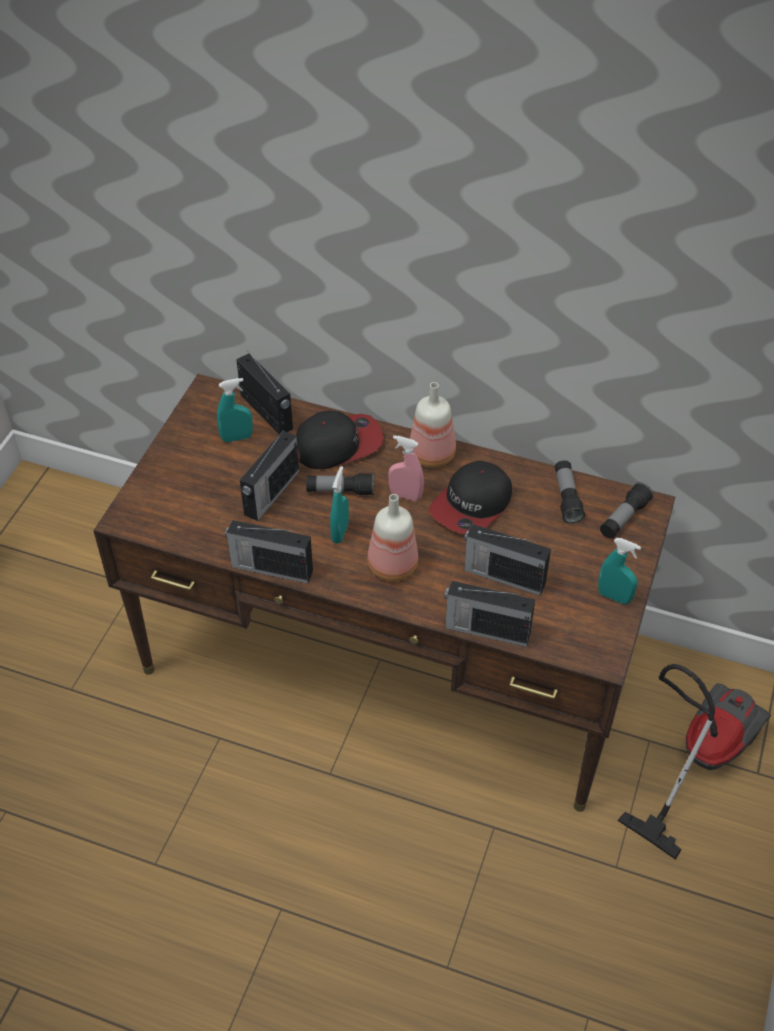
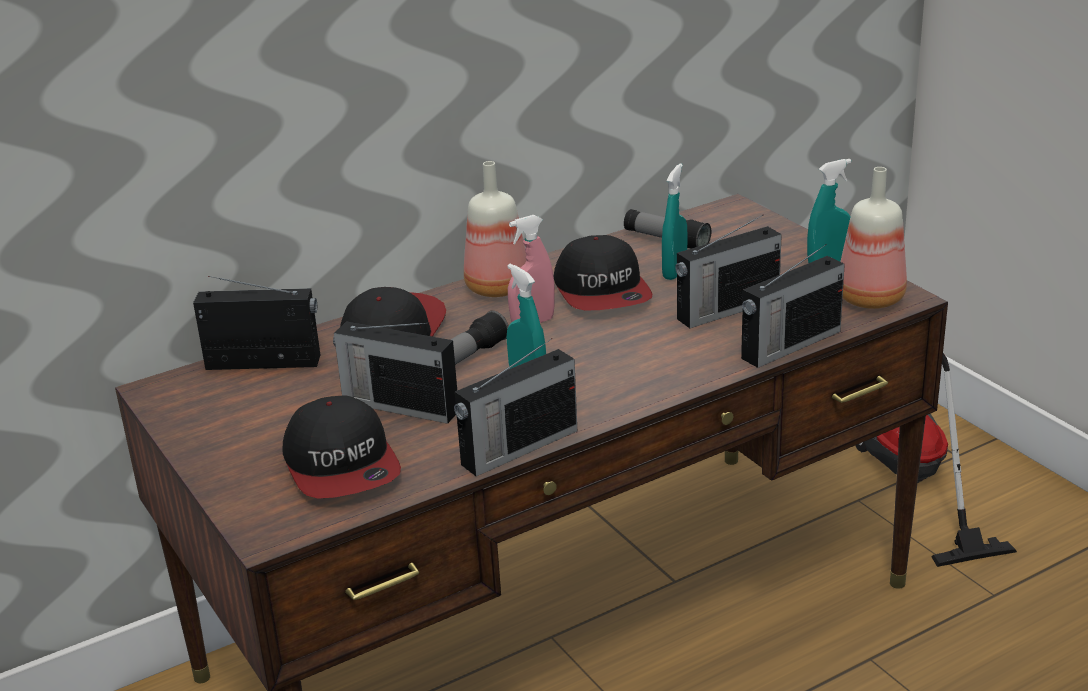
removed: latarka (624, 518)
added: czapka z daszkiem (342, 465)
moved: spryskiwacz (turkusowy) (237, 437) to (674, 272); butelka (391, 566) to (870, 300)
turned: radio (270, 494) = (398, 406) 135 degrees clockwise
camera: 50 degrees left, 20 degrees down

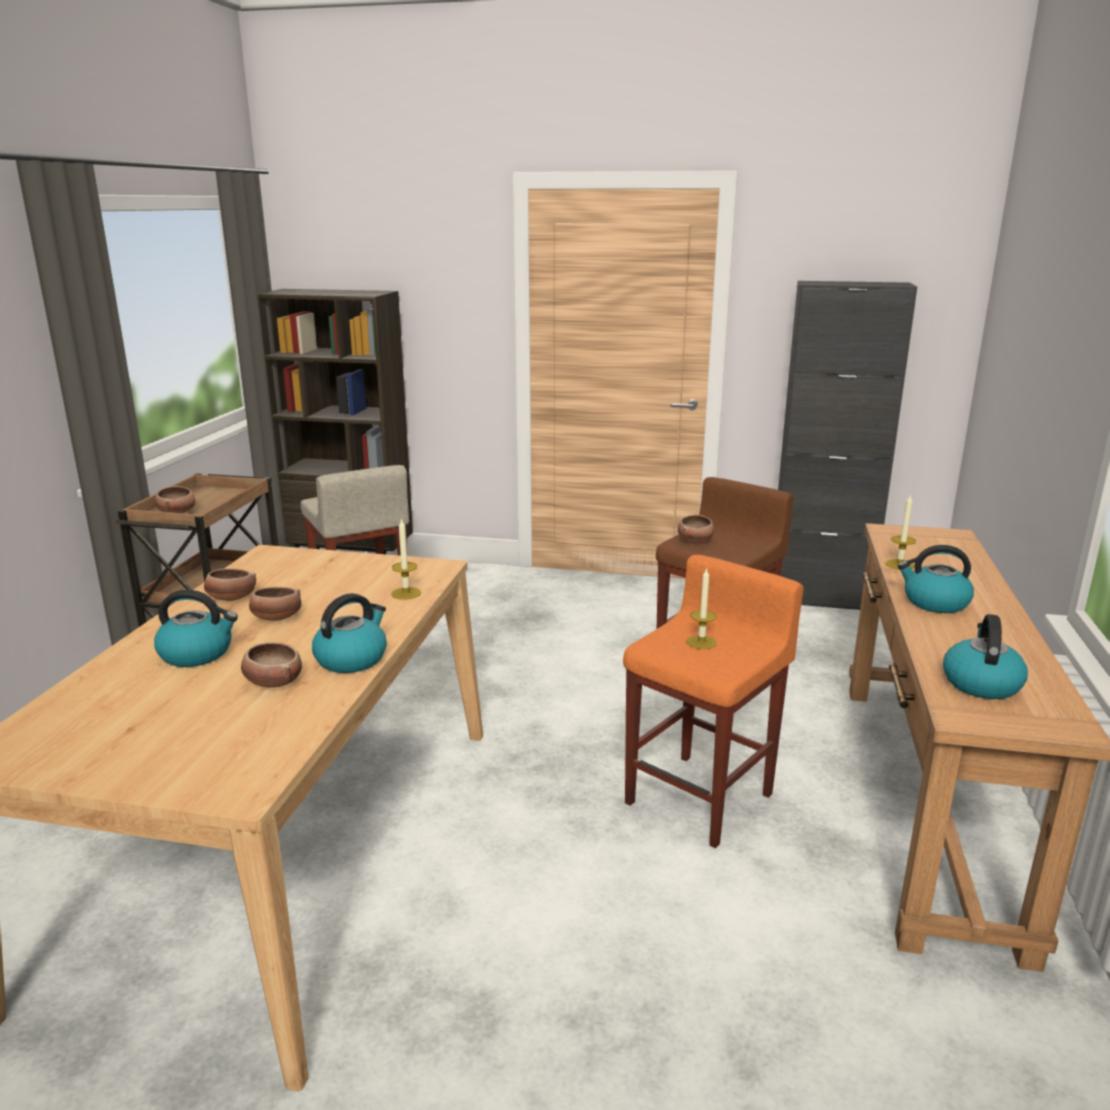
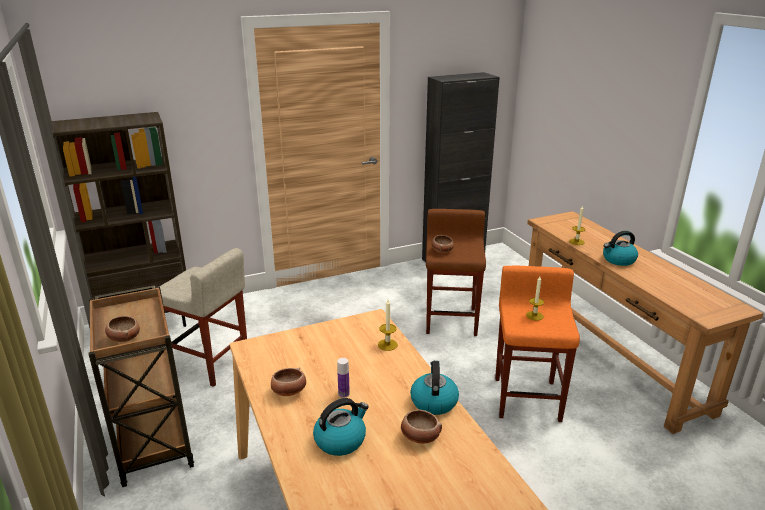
removed: czajnik (980, 683)
replaced: miska (276, 618) to butelka (344, 394)
camera: 35 degrees left, 5 degrees up

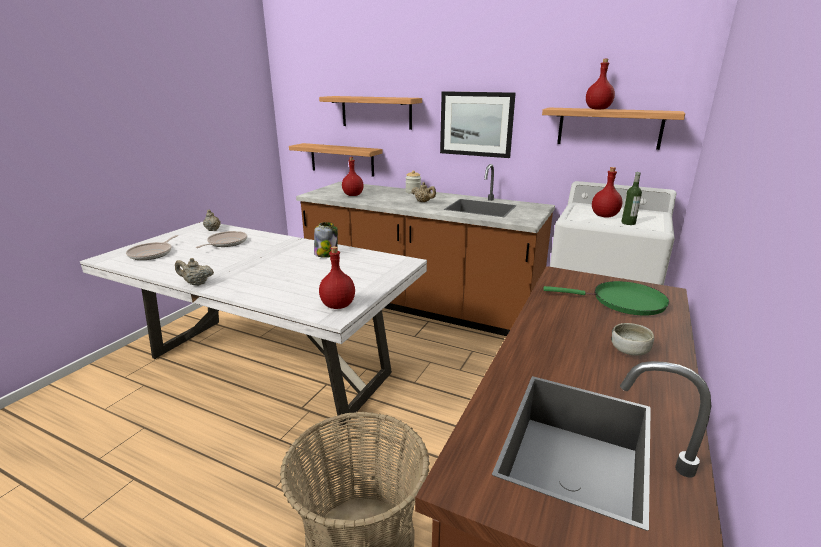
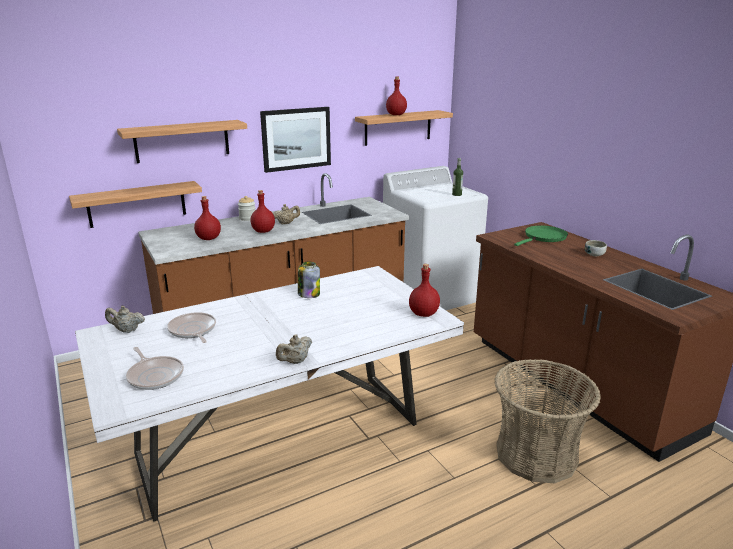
moved: butelka (czerwony) (604, 216) to (263, 231)
camera: 55 degrees left, 0 degrees up

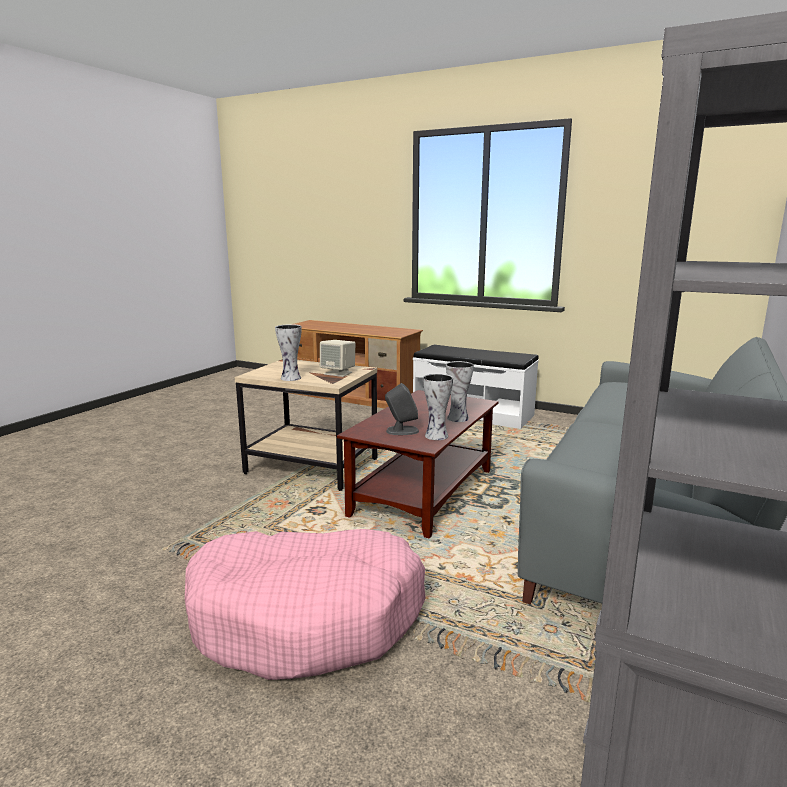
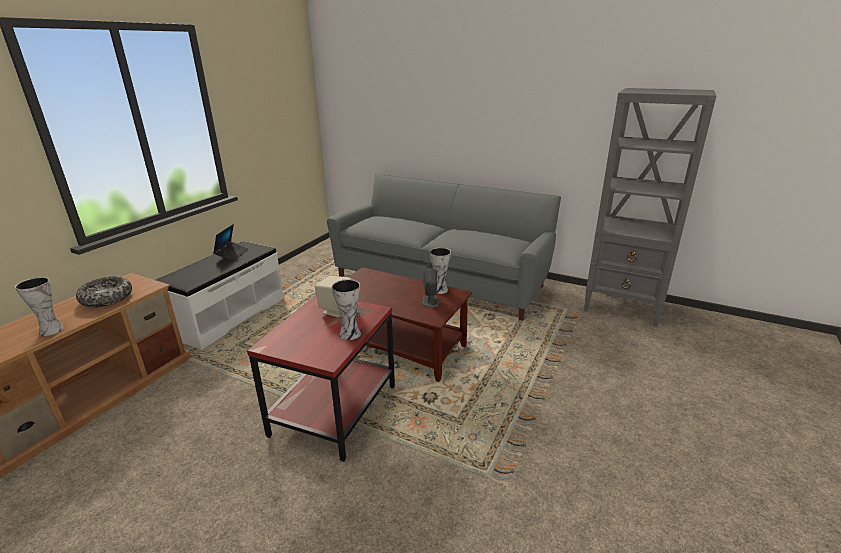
removed: legowisko (różowy) (307, 617)
added: miska (107, 298); laptop (232, 254)
moved: wazon (457, 418) to (51, 330)
recoloured: stolik (beżowy) (311, 467) to stolik (czerwony) (335, 411)
camera: 90 degrees left, 10 degrees up

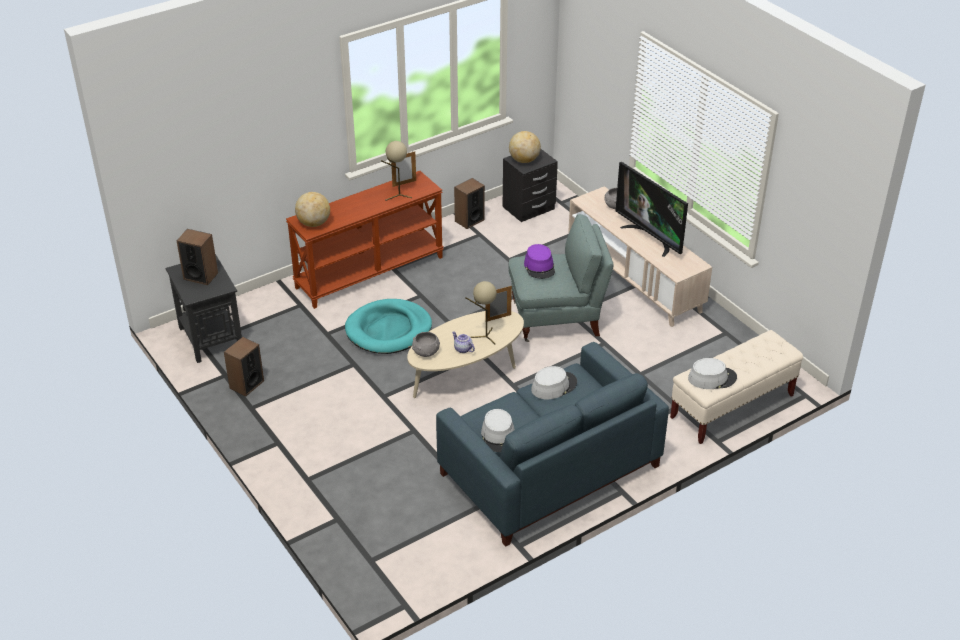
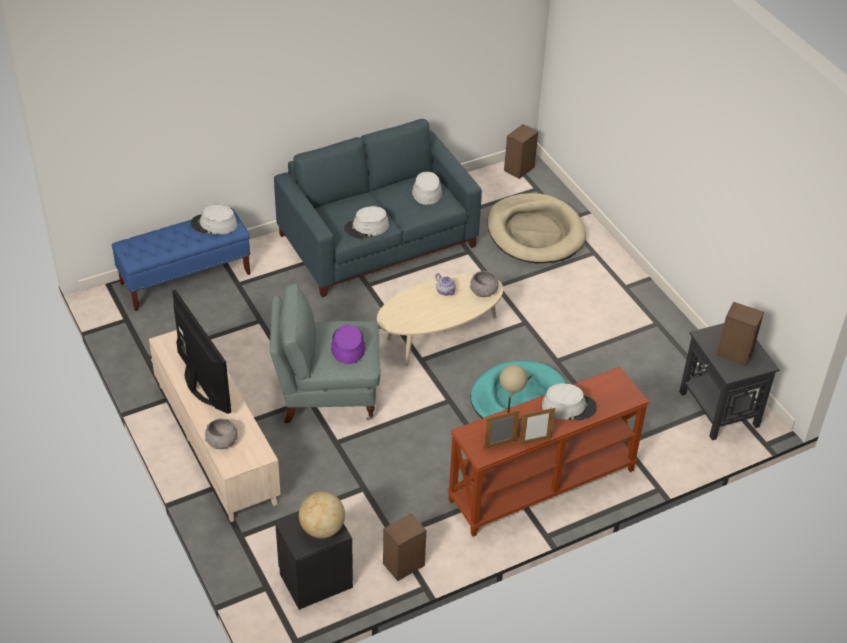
removed: globus (314, 223); lampa stołowa (beżowy) (483, 337)
added: legowisko (beżowy) (535, 233); kapelusz (szary) (568, 406)
moved: głośnik (246, 384) to (519, 169); ramka na zdjęcie (498, 318) to (535, 441)
recoloured: ławka (beżowy) (732, 407) to ławka (niebieski) (186, 279)
camera: 175 degrees left, 5 degrees up

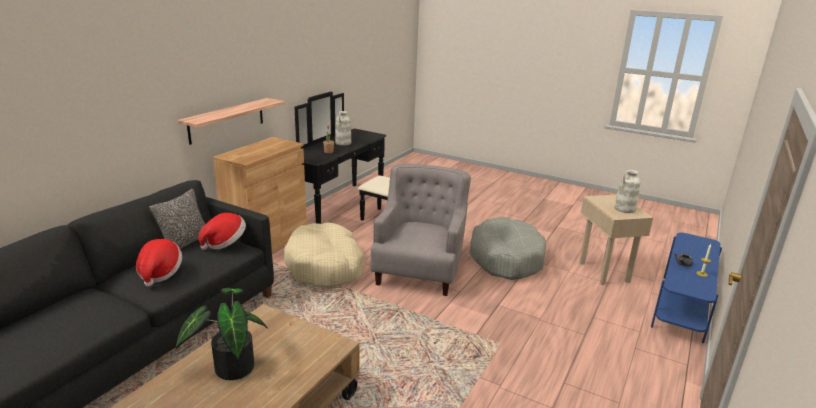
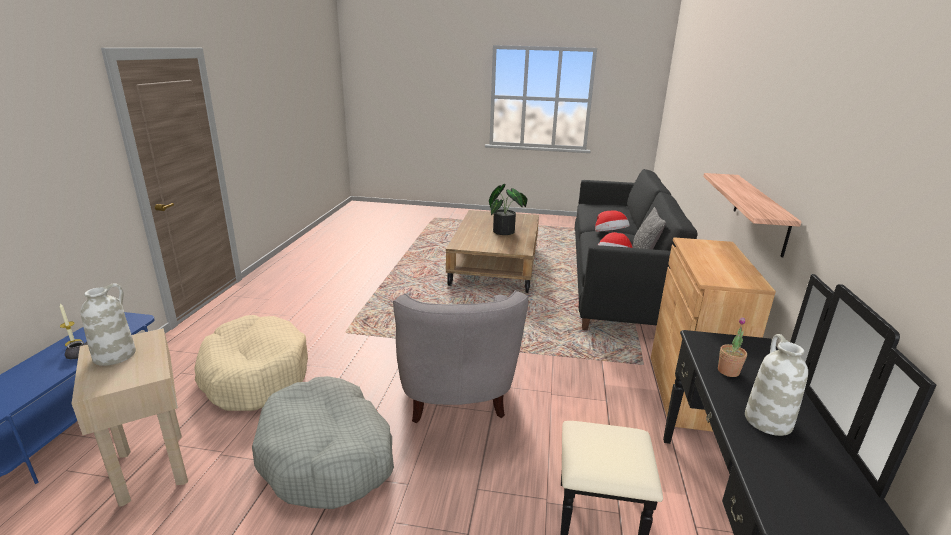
moved: legowisko (beżowy) (325, 266) to (254, 375)
camera: 160 degrees right, 0 degrees up

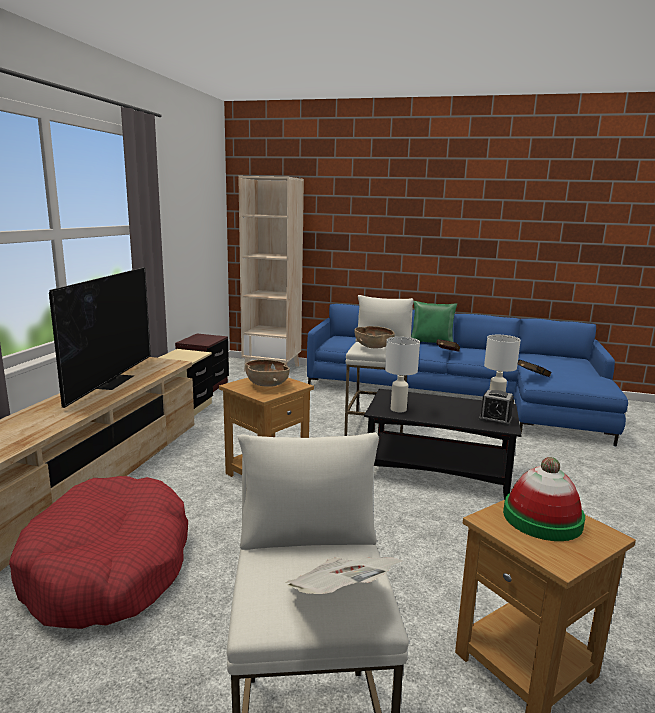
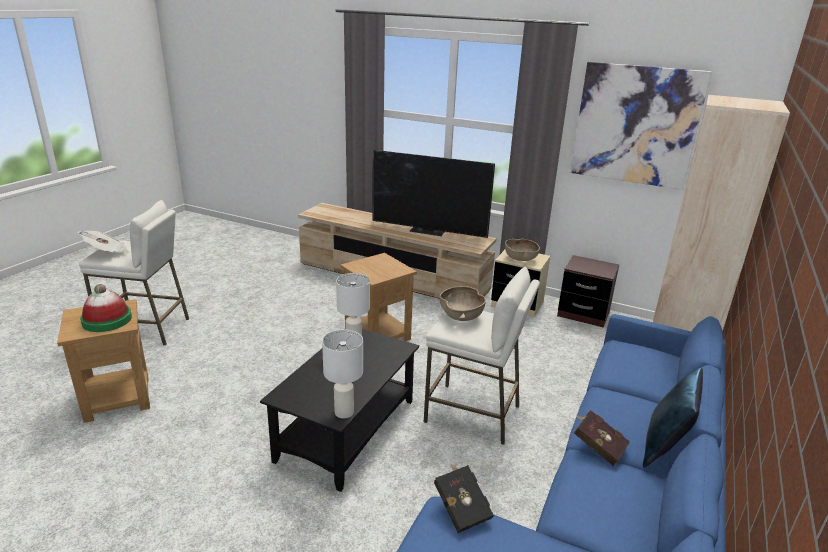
removed: legowisko (czerwony) (109, 568); budzik (495, 419)
added: obraz (635, 125)
moved: miska (brązowy) (266, 385) to (520, 259)
recoloured: poduszka (zielony) (431, 343) to poduszka (niebieski) (664, 447)
camera: 100 degrees right, 10 degrees up

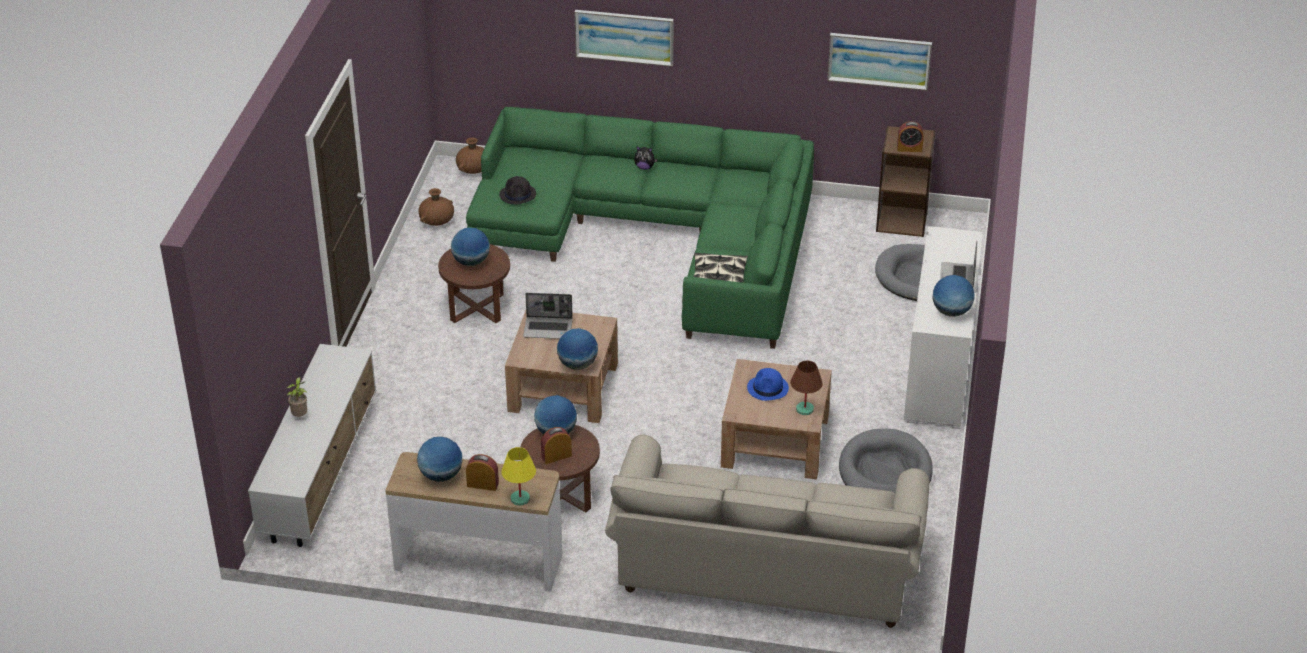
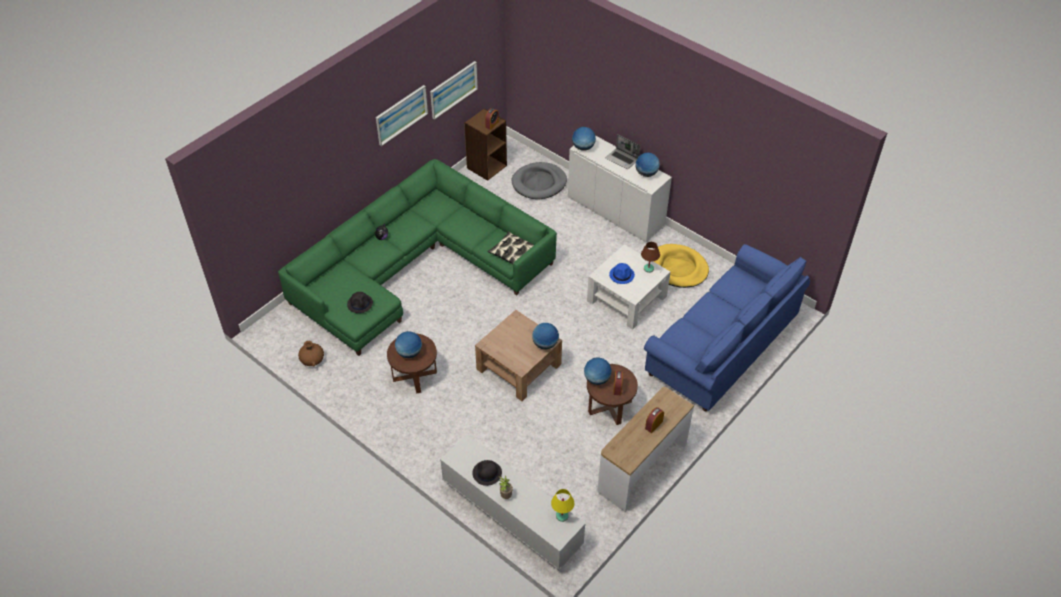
removed: wazon (brązowy) (473, 169); laptop (548, 328)
added: kapelusz (czarny) (487, 473)
moved: globus (441, 475) to (583, 147); lampa stołowa (żółty) (520, 499) to (562, 516); obraz (624, 37) to (401, 114)
recoloured: kanapa (beżowy) (766, 569) to kanapa (niebieski) (721, 347); ława (brązowy) (775, 441) to ława (biały) (627, 298); legowisko (szary) (885, 472) to legowisko (żółty) (678, 268)
camera: 60 degrees left, 10 degrees up

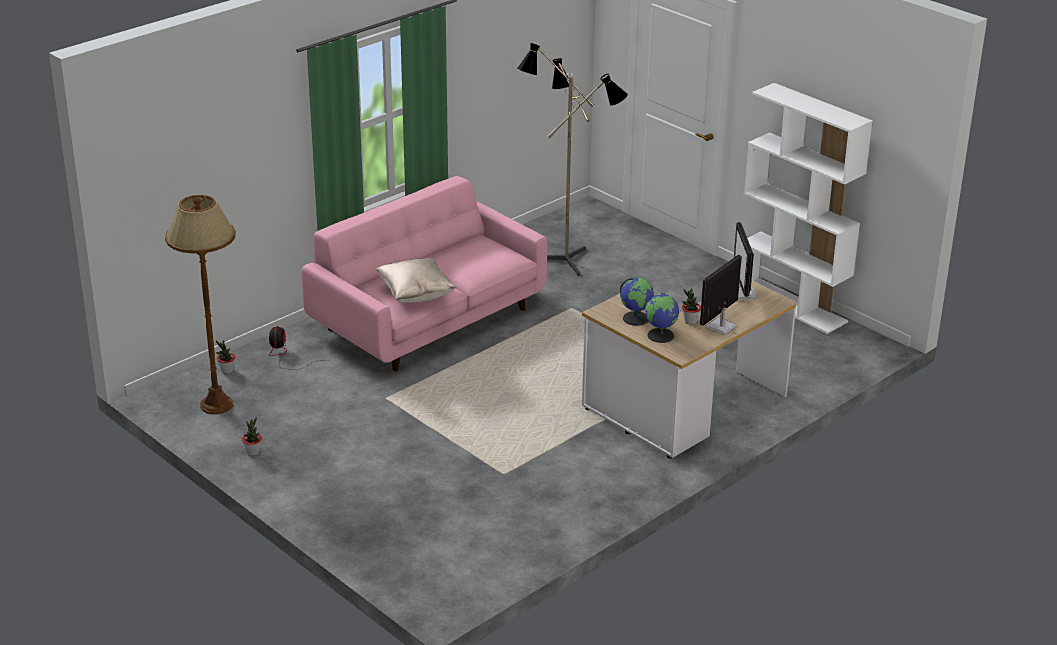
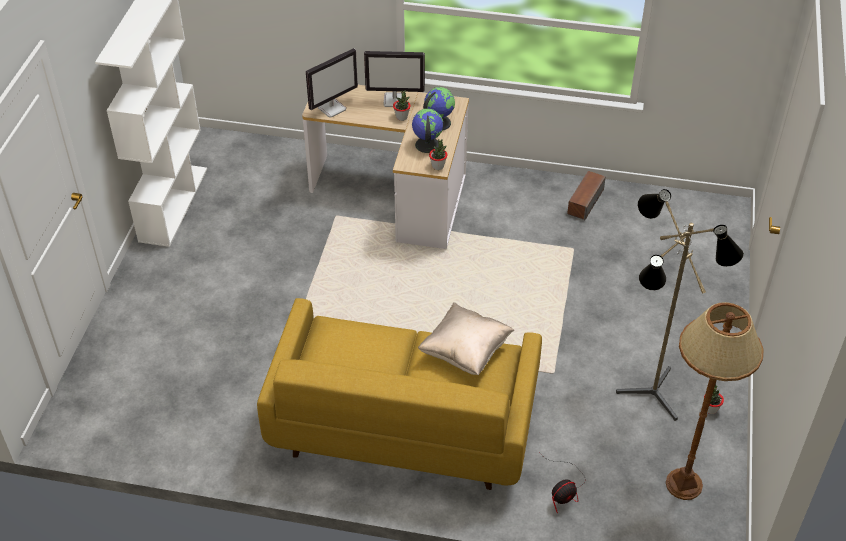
added: głośnik (585, 201)
moved: roślina doniczkowa (227, 370) to (438, 166); lampa stojąca (566, 258) to (647, 397)
recoloured: kanapa (różowy) (428, 319) to kanapa (żółty) (403, 423)
camera: 125 degrees left, 15 degrees up

